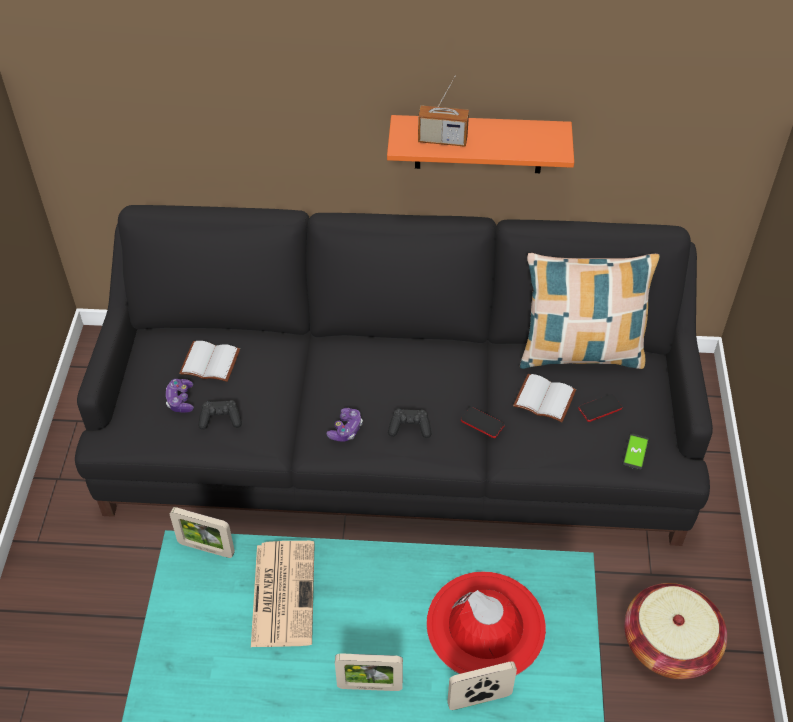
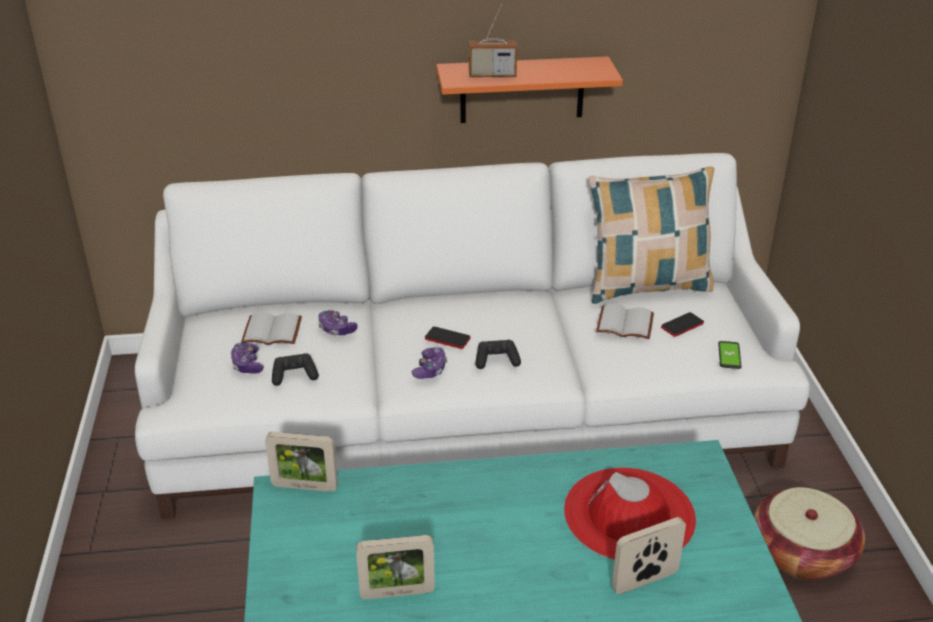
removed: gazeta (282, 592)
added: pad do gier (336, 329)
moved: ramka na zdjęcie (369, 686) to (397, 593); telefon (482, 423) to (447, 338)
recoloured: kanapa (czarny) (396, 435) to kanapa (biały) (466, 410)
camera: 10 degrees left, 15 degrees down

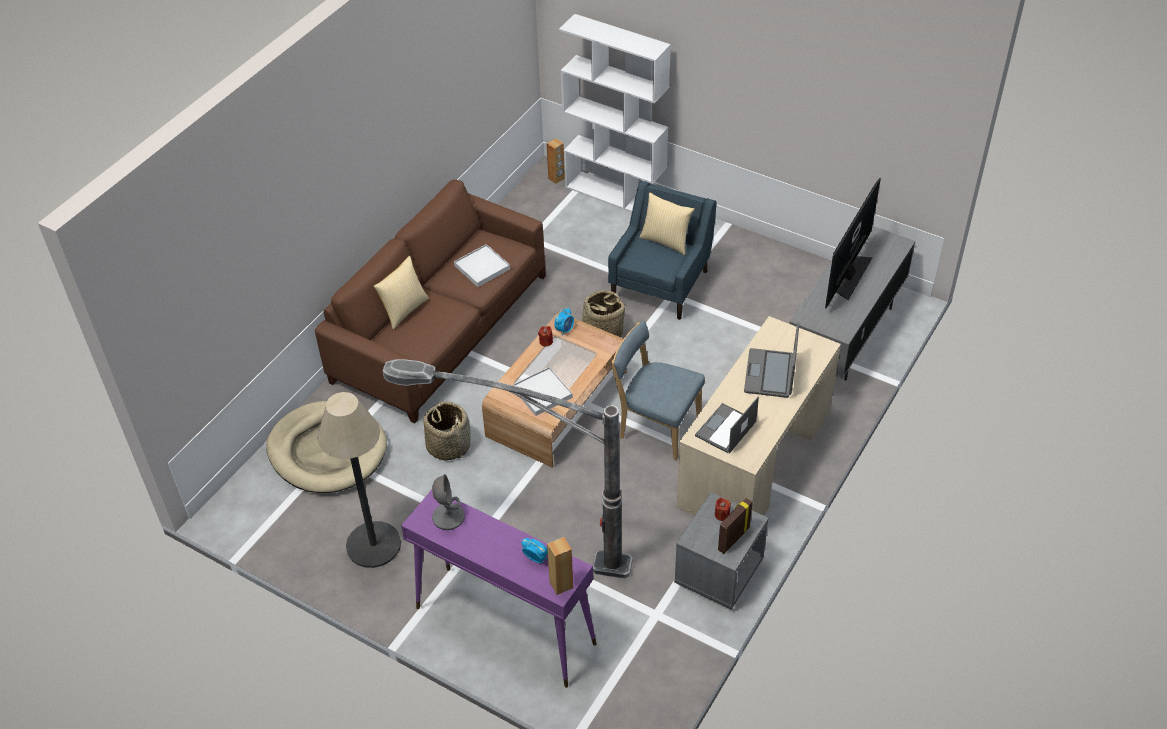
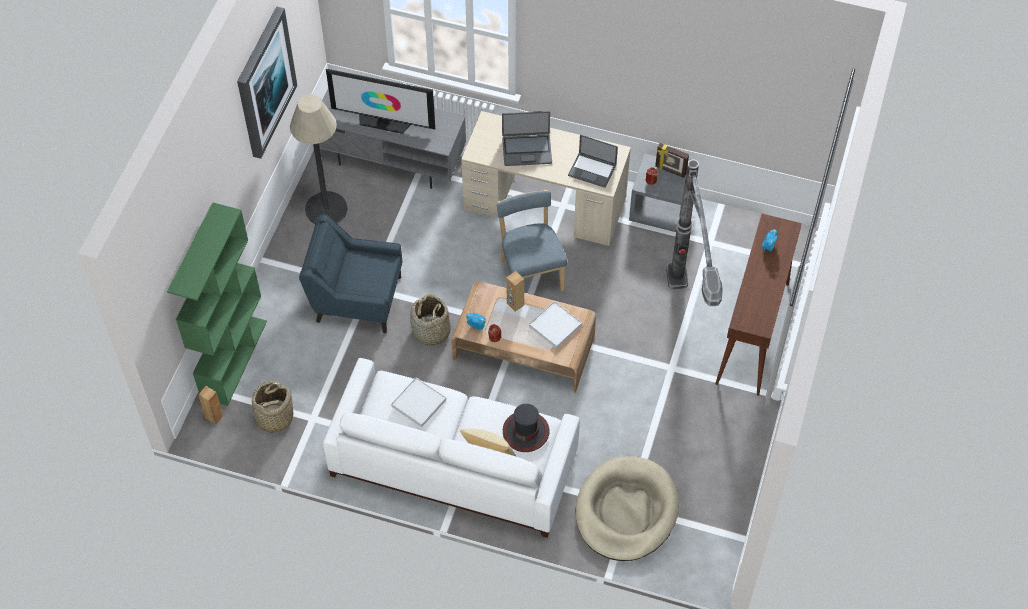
removed: lampa stołowa (szary) (448, 517); poduszka (666, 241)
added: obraz (264, 82); kapelusz (526, 431)
moved: lampa stojąca (373, 545) to (326, 209); koszyk (448, 445) to (274, 417); głośnik (brązowy) (561, 584) to (515, 304)
recoloured: kanapa (brązowy) (442, 328) to kanapa (biały) (453, 462); stolik konsolowy (fioletowy) (504, 625) to stolik konsolowy (brązowy) (752, 333); regał (biały) (616, 195) to regał (zielony) (233, 358)
turned: krzesło (niebieski) (656, 427) = (530, 272) 150 degrees clockwise
camera: 105 degrees left, 10 degrees up

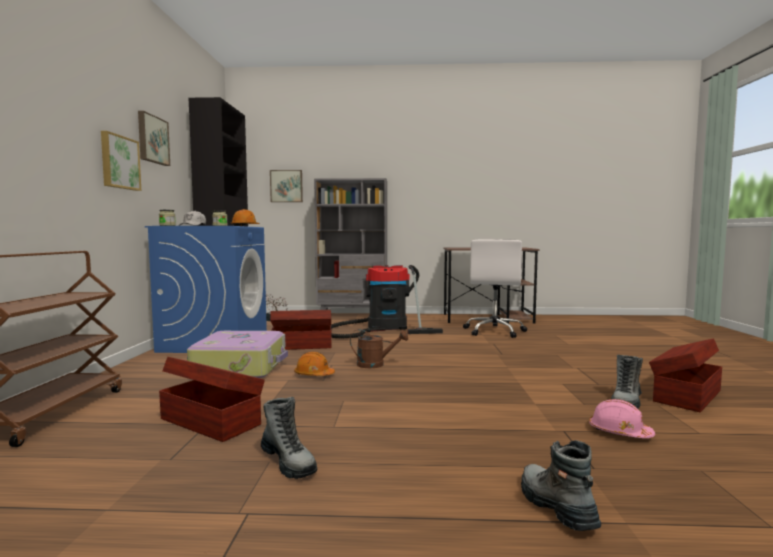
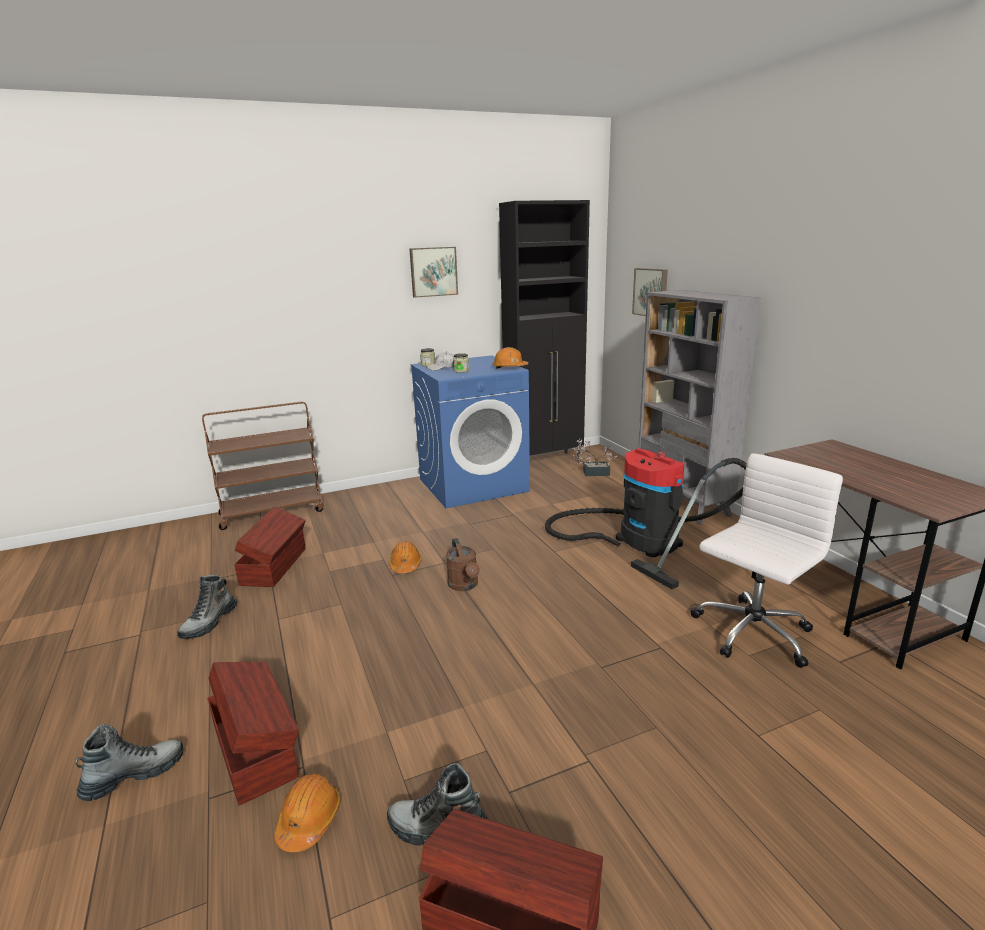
removed: obraz (119, 162); walizka (241, 366)
moved: pojemnik do przechowywania (brązowy) (301, 345) to (256, 748)
recoloured: kask (różowy) (619, 432) to kask (pomarańczowy) (309, 820)
turned: krzesło biurowe (biały) (494, 331) = (751, 633) 150 degrees clockwise
camera: 65 degrees right, 15 degrees up

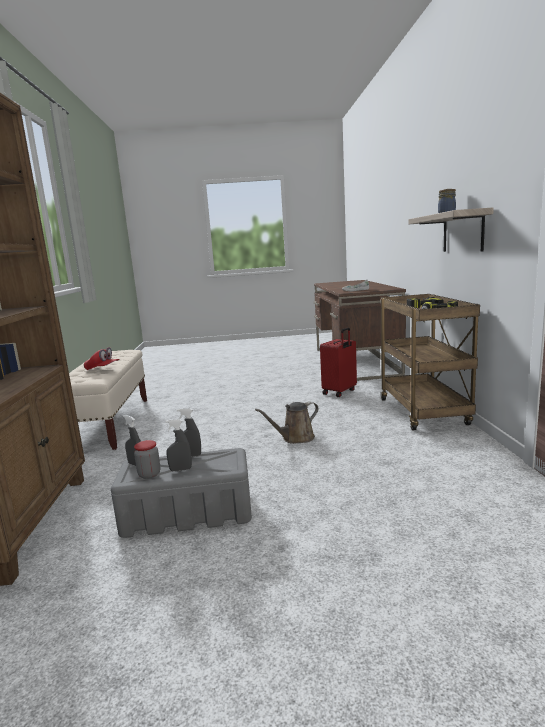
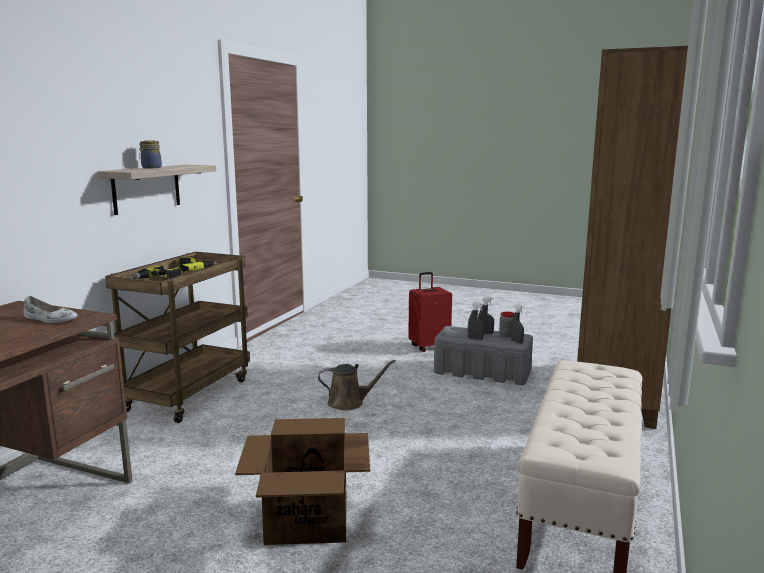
removed: czapka z daszkiem (czerwony) (102, 369)
added: karton (306, 520)
moved: walizka (czerwony) (340, 392) to (429, 346)
camera: 155 degrees left, 0 degrees up

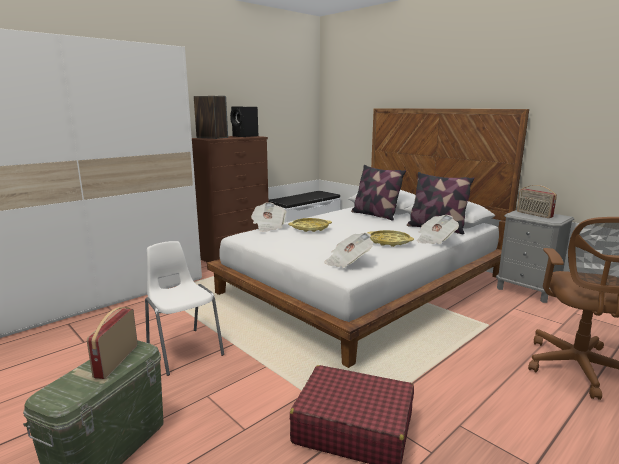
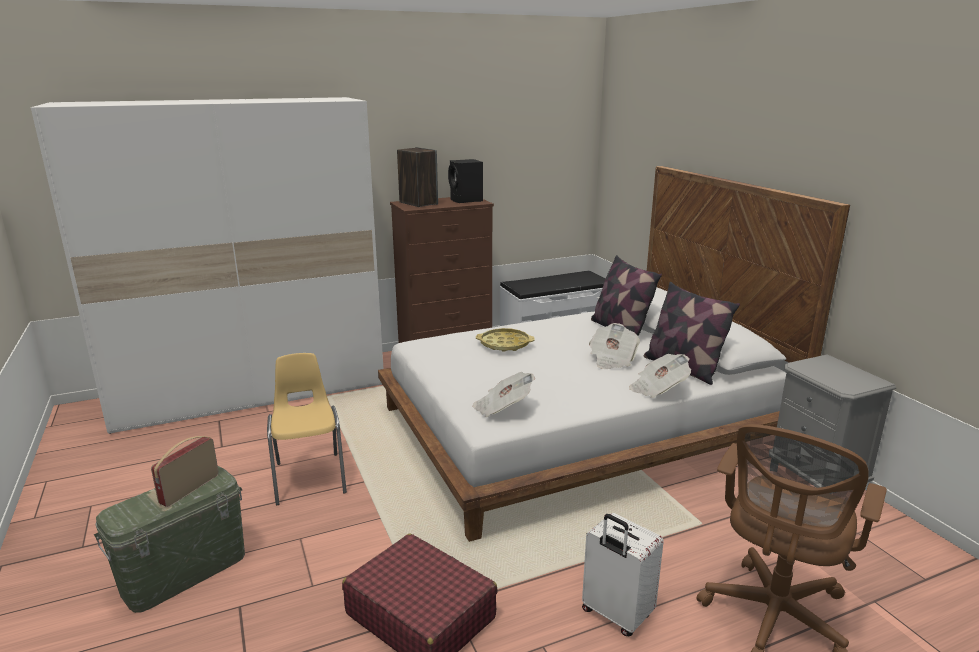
removed: taca (żółty) (389, 241); radio (534, 214)
added: walizka (biały) (615, 615)
moved: gazeta (268, 227) to (612, 359)
recoloured: krzesło (biały) (184, 350) to krzesło (żółty) (310, 477)
camera: 20 degrees right, 5 degrees up

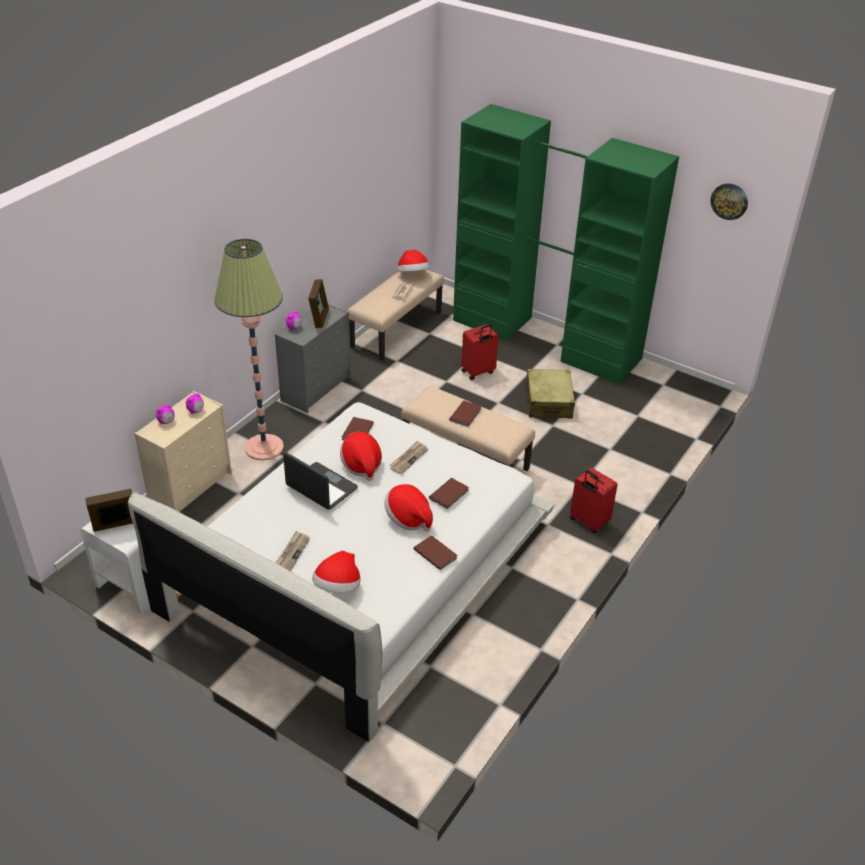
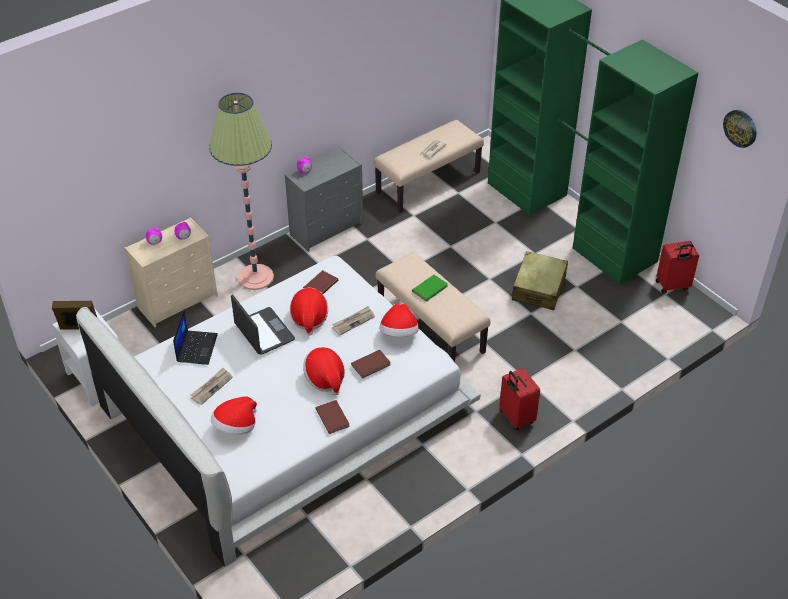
removed: ramka na zdjęcie (319, 318)
added: laptop (196, 347)
moved: kapelusz (413, 275) to (399, 333); walizka (czerwony) (478, 372) to (672, 286)
recoloured: książka (brązowy) (466, 414) to książka (zielony) (431, 289)
camera: 20 degrees right, 5 degrees up

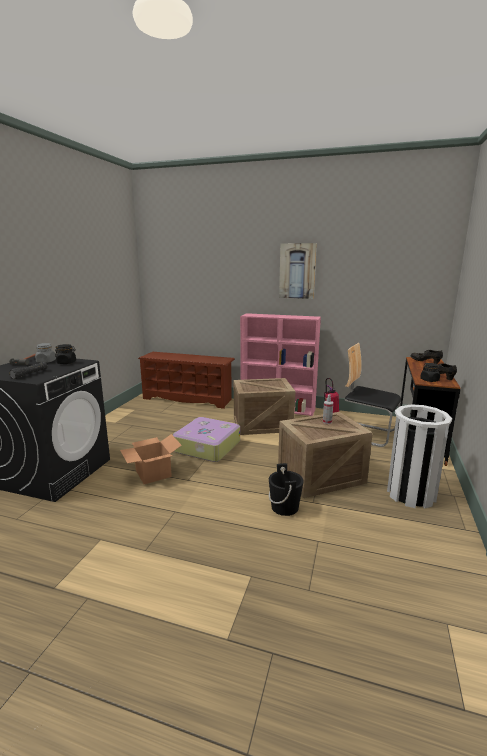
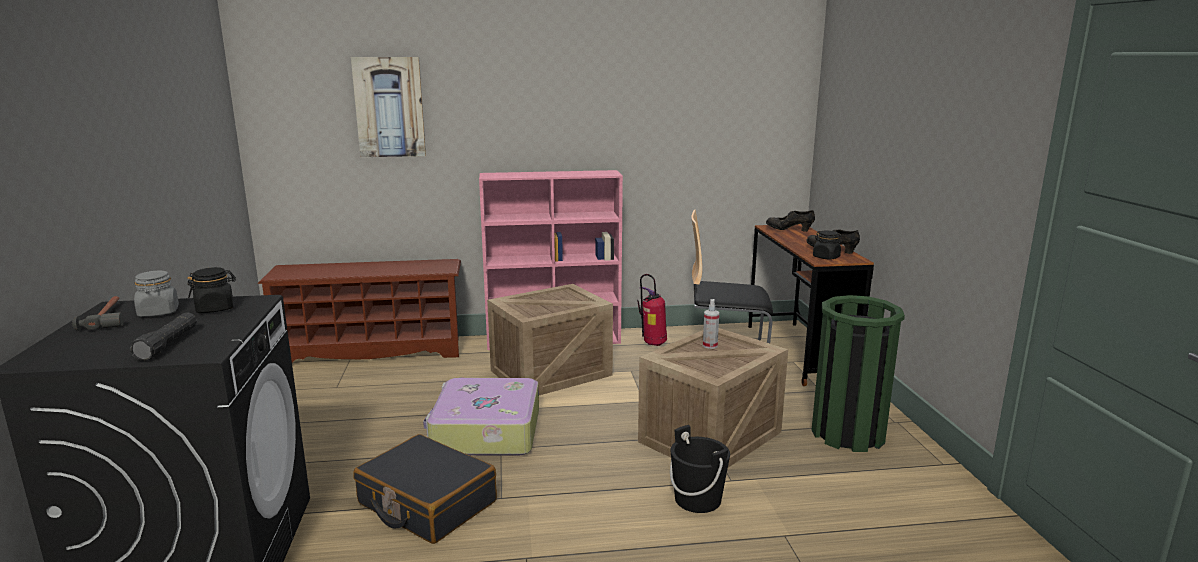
moved: obraz (297, 271) to (389, 107)
replaced: karton (153, 474) to walizka (czarny) (426, 503)
recoloured: kosz na śmieci (biały) (411, 494) to kosz na śmieci (zielony) (848, 433)
camera: 25 degrees left, 0 degrees up

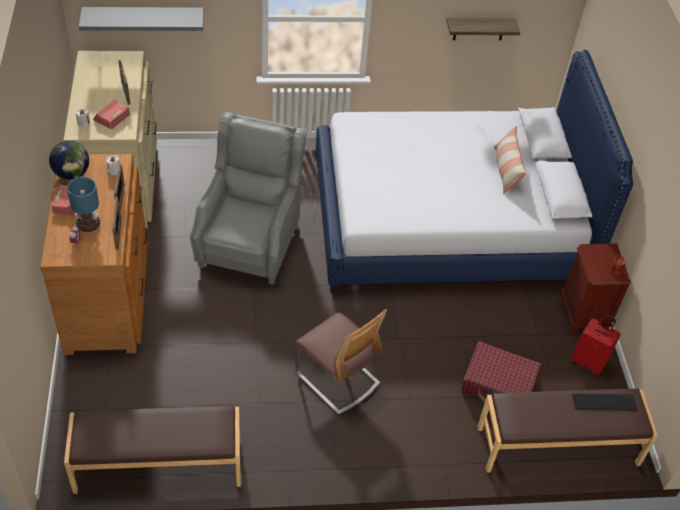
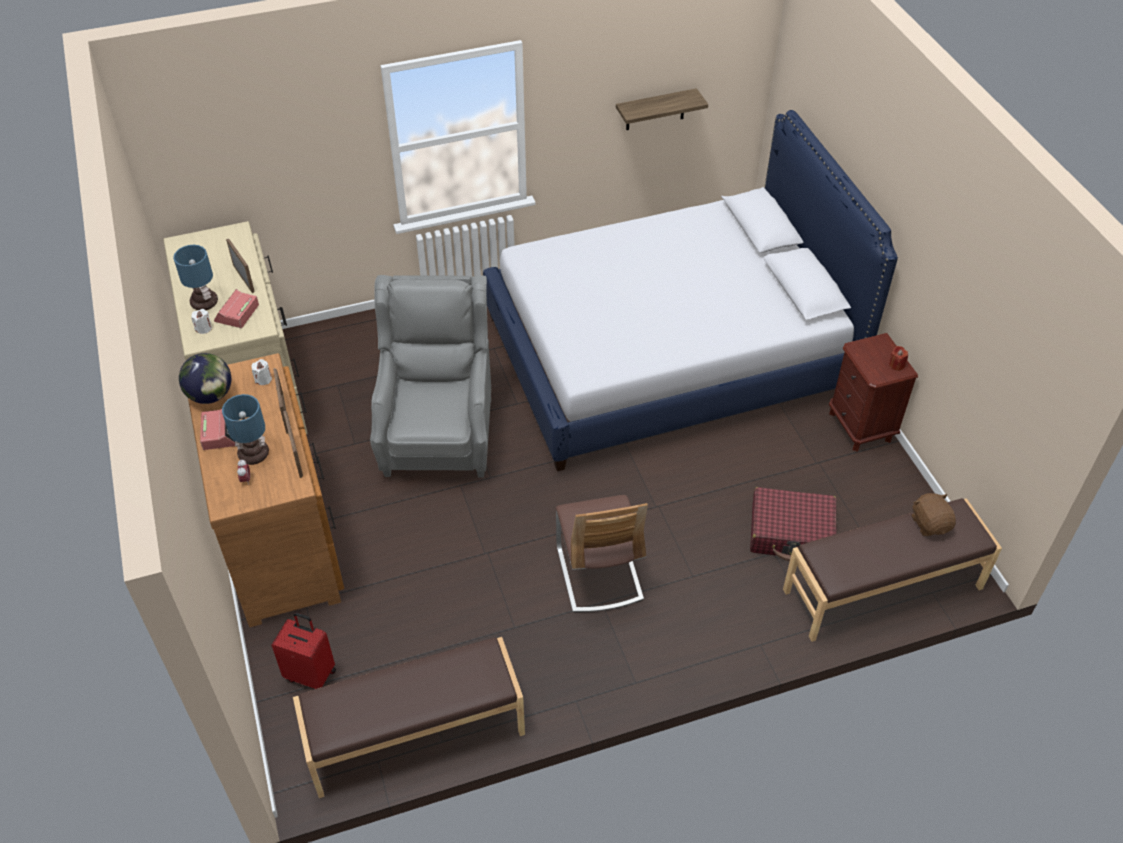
removed: półka (szary) (144, 18); poduszka (506, 170)
added: lampa stołowa (203, 302)
moved: walizka (czerwony) (589, 363) to (311, 674)
replaced: klawiatura (604, 402) to pluszak (brązowy) (930, 523)
turned: krzesło (337, 378) = (599, 573) 45 degrees clockwise
camera: 10 degrees left, 0 degrees up

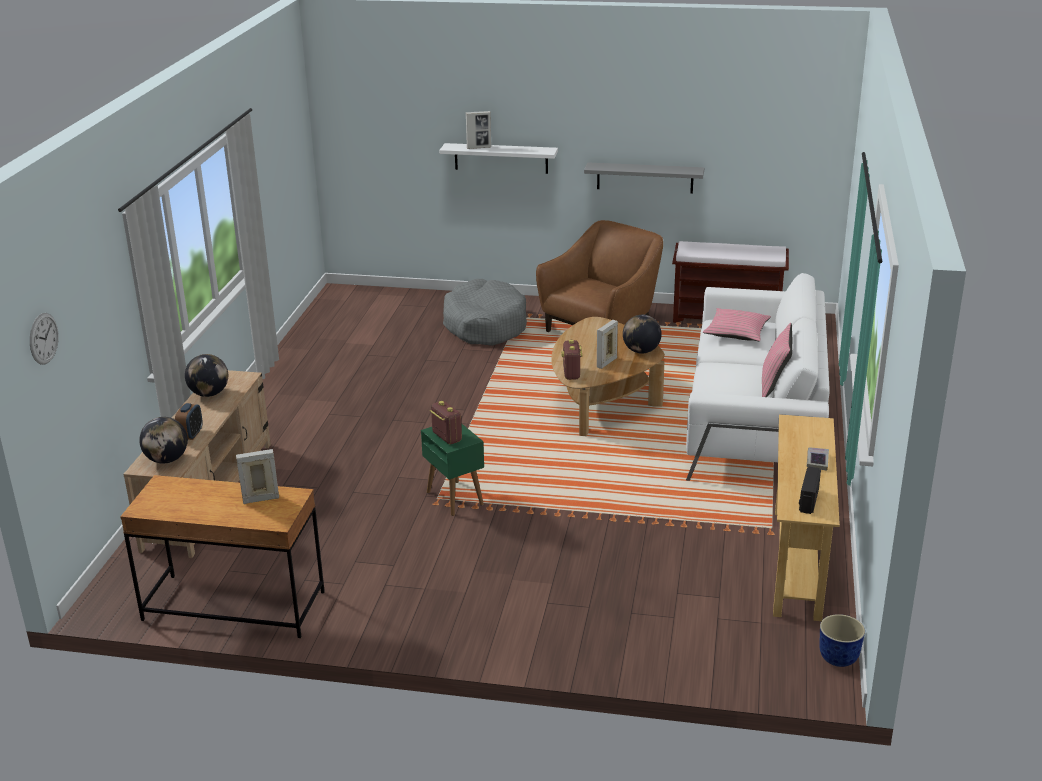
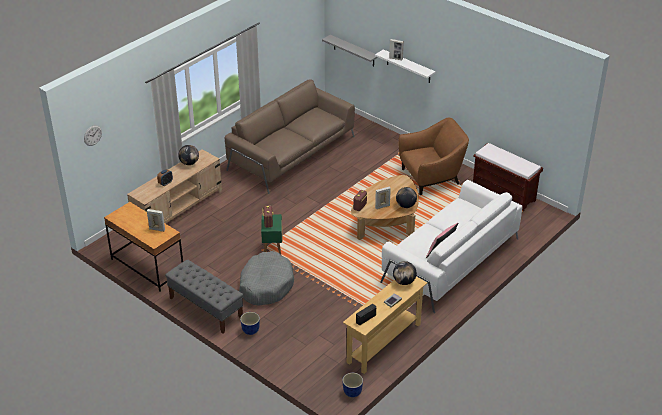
removed: poduszka (różowy) (736, 332)
added: ławka (szary) (205, 308); kanapa (brązowy) (291, 153); donica (250, 331)
moved: globus (167, 460) to (404, 282); legowisko (szary) (485, 325) to (266, 285); półka (szary) (645, 178) to (354, 51)
camera: 30 degrees right, 10 degrees up

